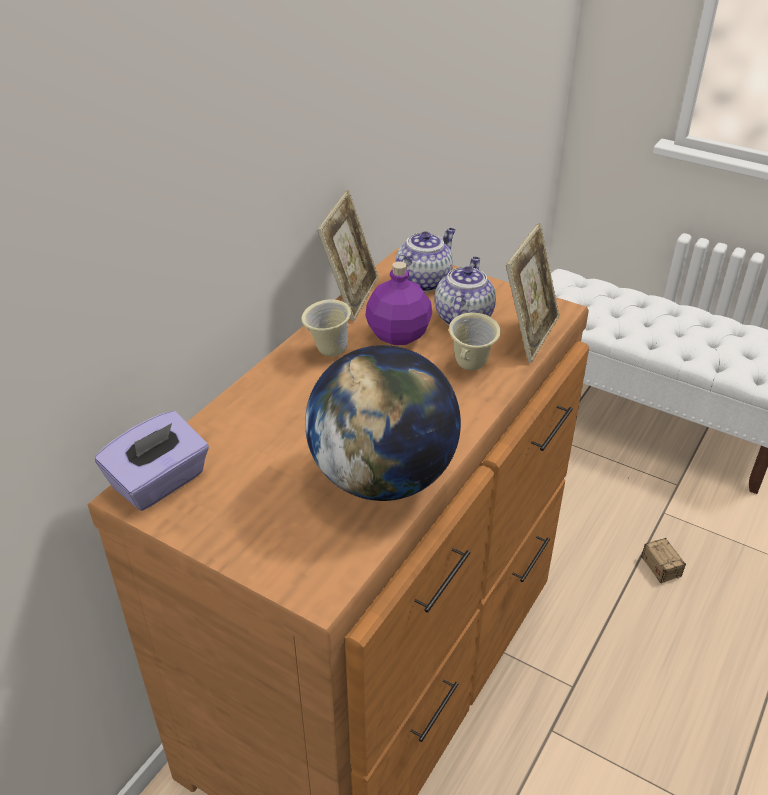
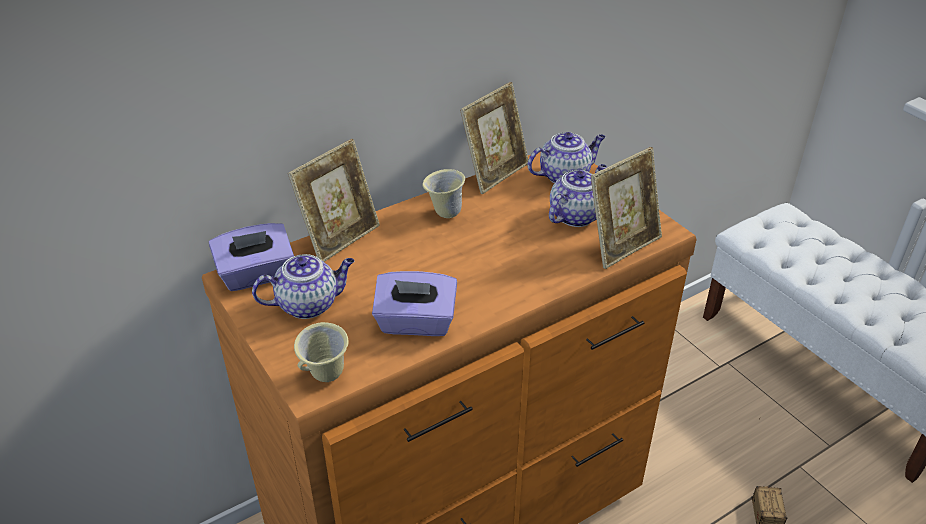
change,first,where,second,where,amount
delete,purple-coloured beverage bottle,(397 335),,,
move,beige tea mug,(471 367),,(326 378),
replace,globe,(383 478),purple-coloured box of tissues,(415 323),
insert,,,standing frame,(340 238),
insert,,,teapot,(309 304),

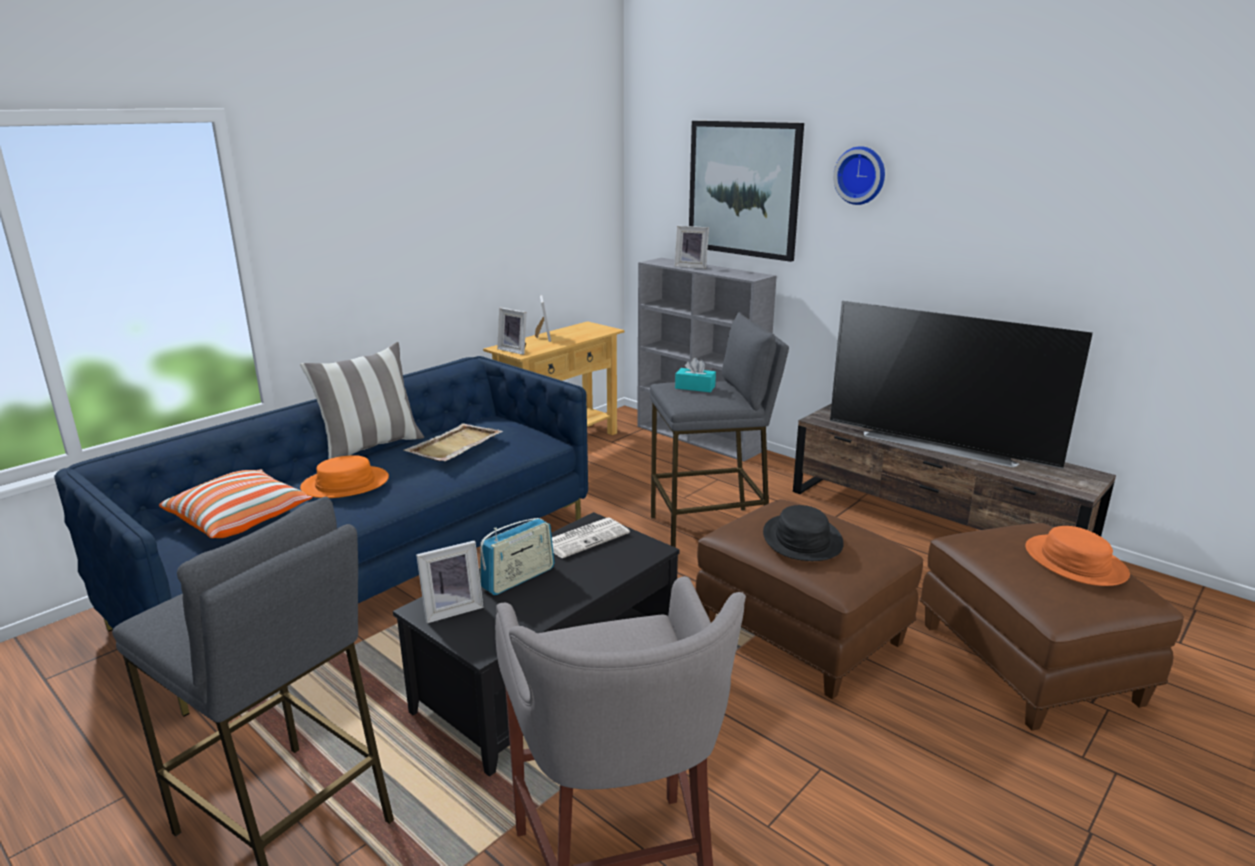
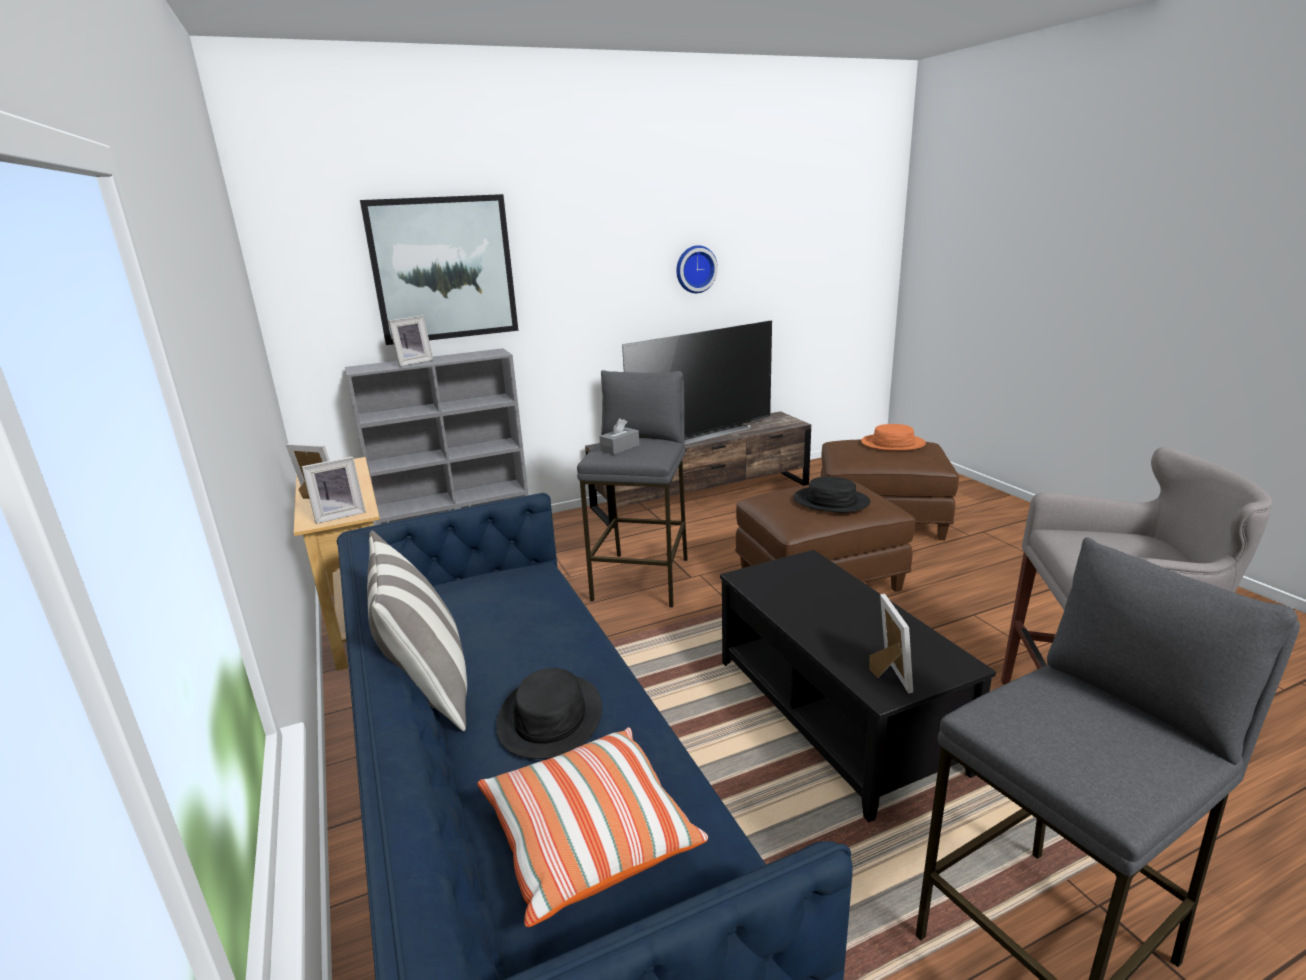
change,first,where,second,where,amount
move,hanging clock,(861 175),,(695 269),
recolor,blue-green box of tissues,(695 387),grey box of tissues,(620 448),
delete,beige serving tray,(454 445),,,
recolor,orangey hat,(345 484),black hat,(550 717),
delete,radio set,(518 578),,,
delete,printed paper,(585 538),,,

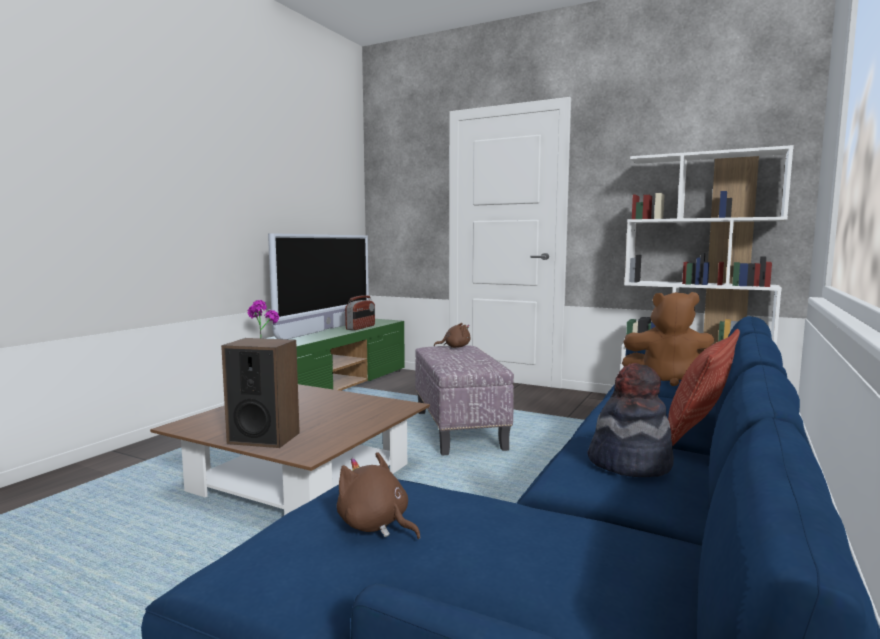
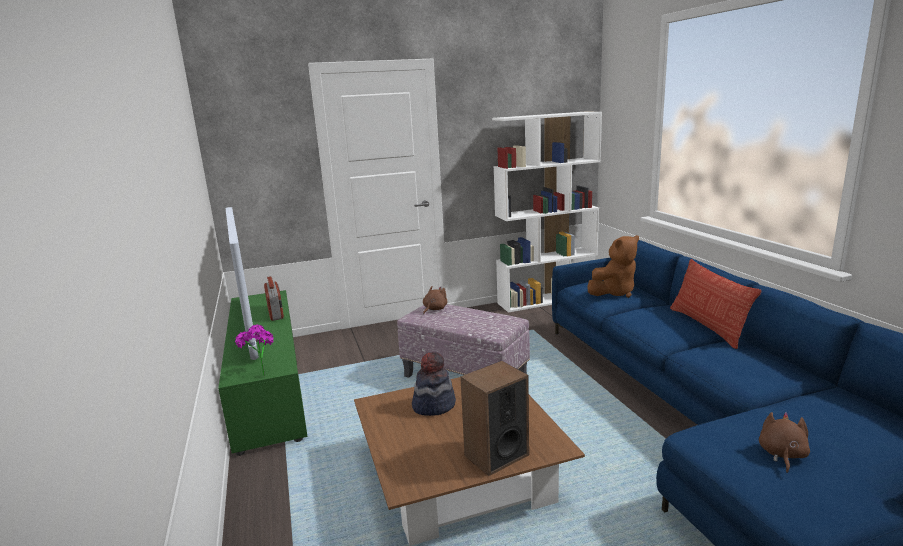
change,first,where,second,where,amount
move,hat,(630 463),,(433 405),
rotate,brown soft toy,(376 525),,(782 454),120 degrees clockwise

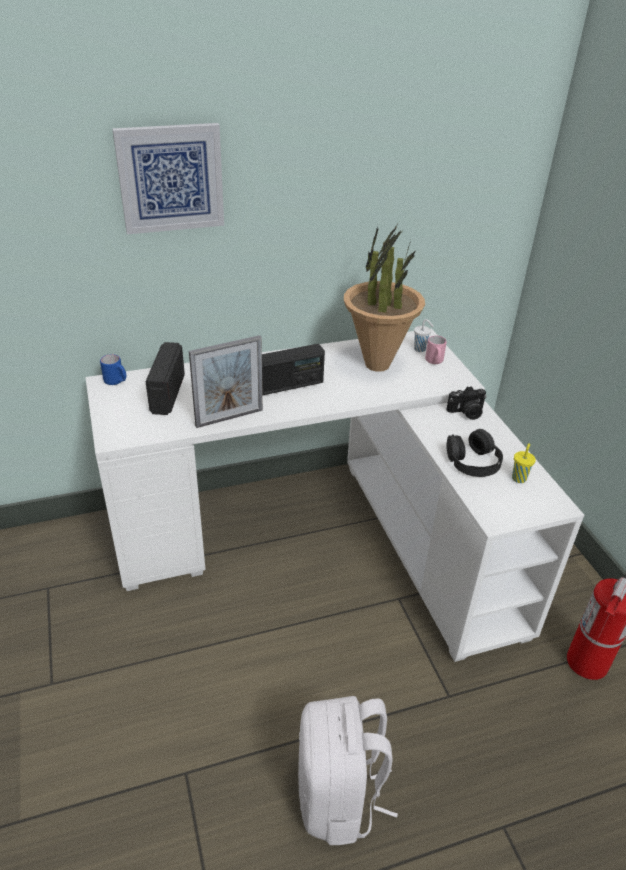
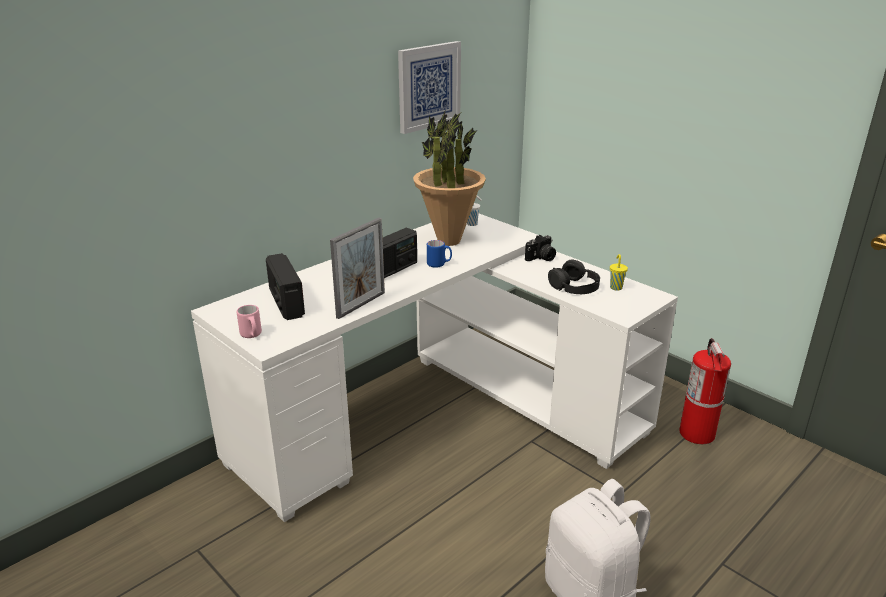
change,first,where,second,where,amount
move,wall art,(170 178),,(428 86),
move,pink tea mug,(434 362),,(252 335),
move,blue tea mug,(116 382),,(439 264),

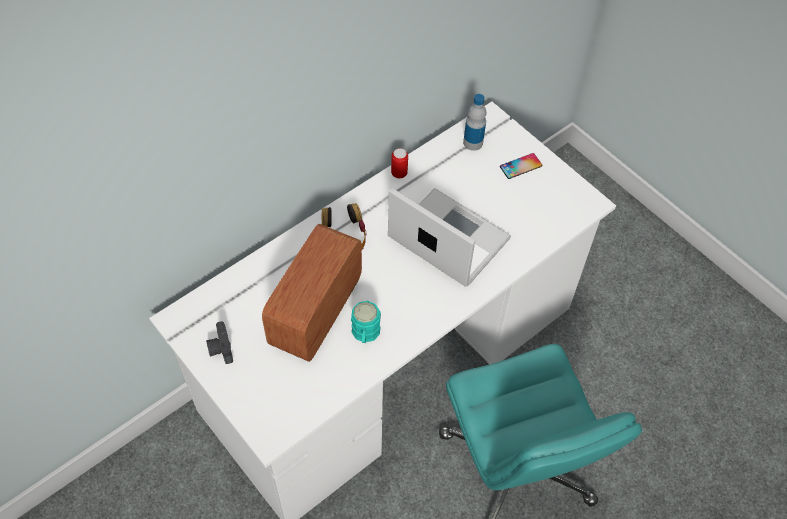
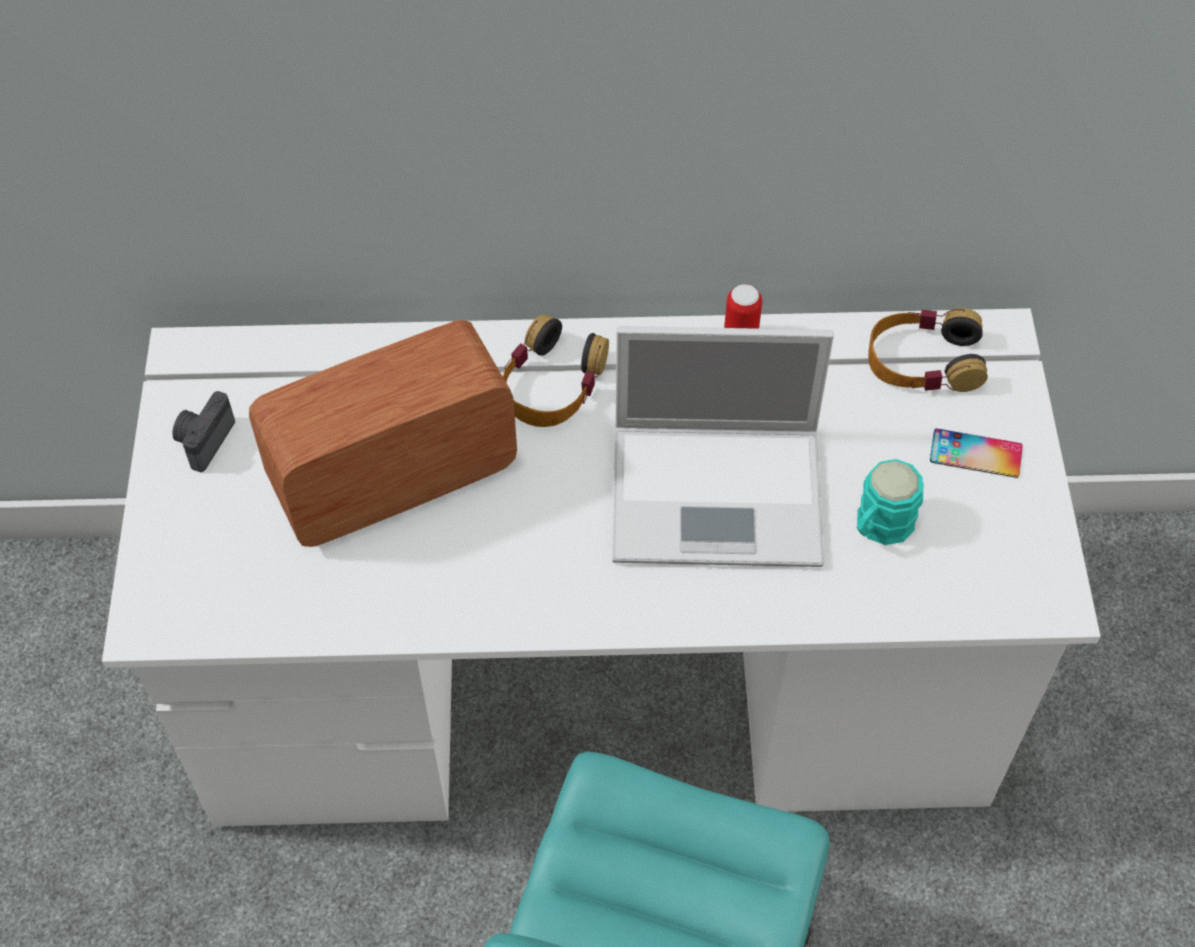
change,first,where,second,where,amount
replace,beverage bottle,(473 143),pair of headphones,(923 361),
rotate,notebook computer,(446 237),,(721 494),105 degrees clockwise
move,blue-green tea mug,(365 334),,(878 527),

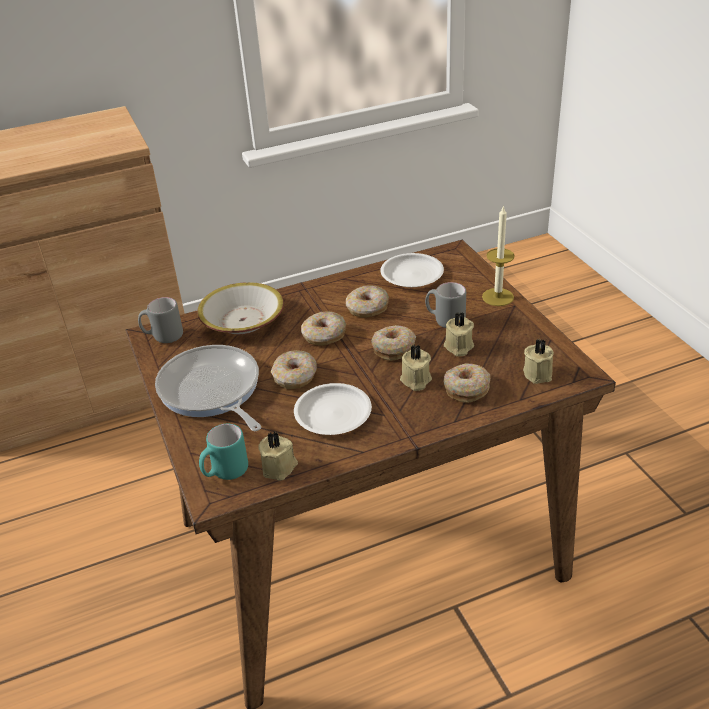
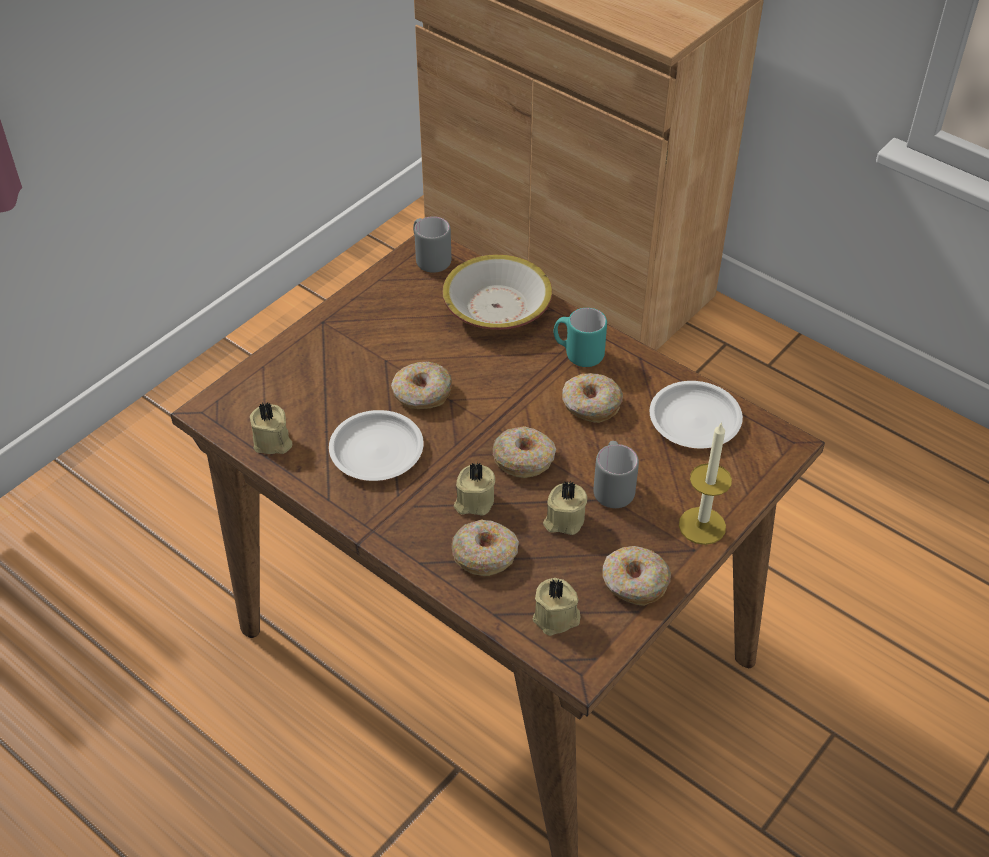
change,first,where,second,where,amount
move,doughnut,(324 335),,(634 582),
delete,frying pan,(211 391),,,
move,blue-green tea mug,(225 472),,(578 354),

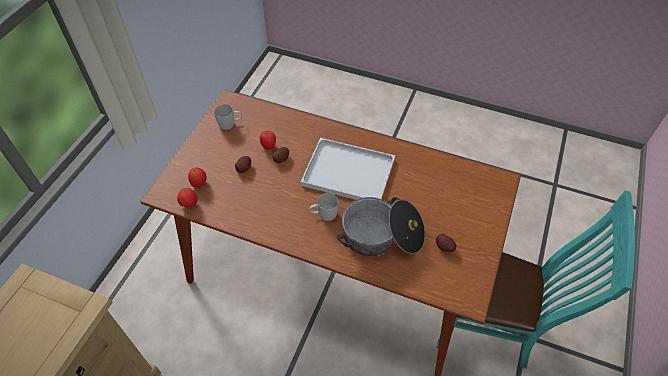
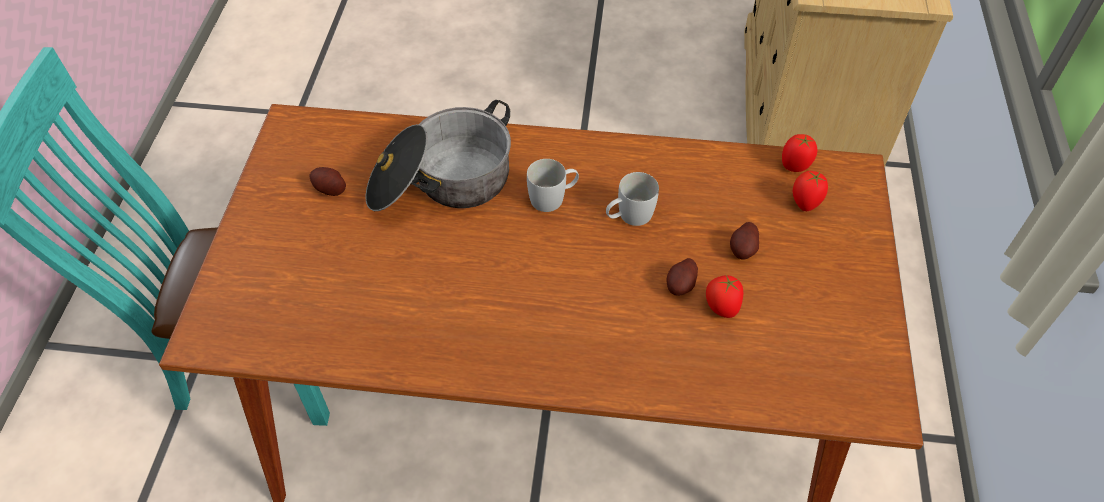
change,first,where,second,where,amount
move,whitish tea mug,(230 124),,(629 216),
delete,whitish serving tray,(346 172),,,

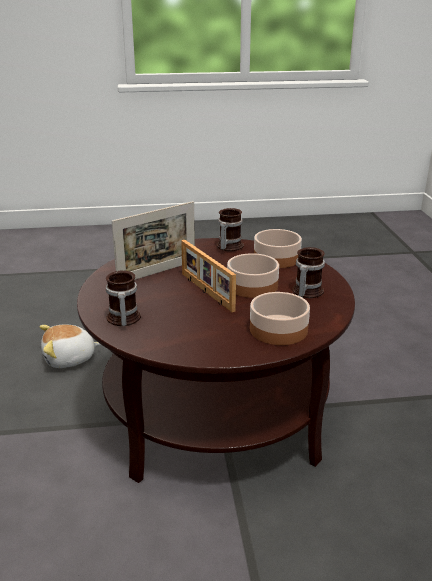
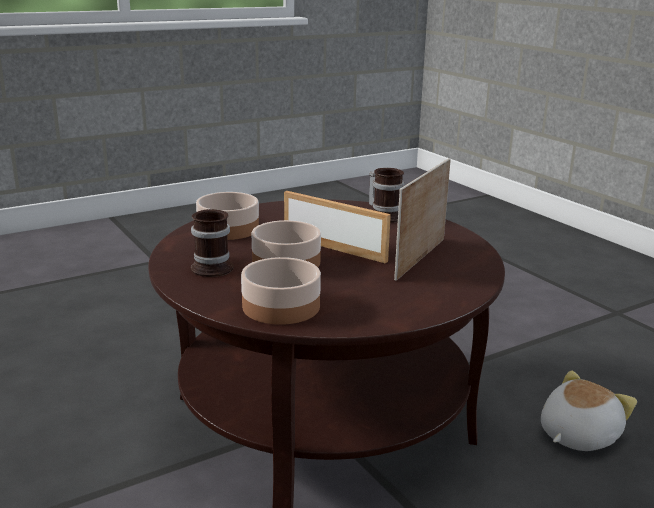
change,first,where,second,where,amount
delete,tea mug,(227 246),,,

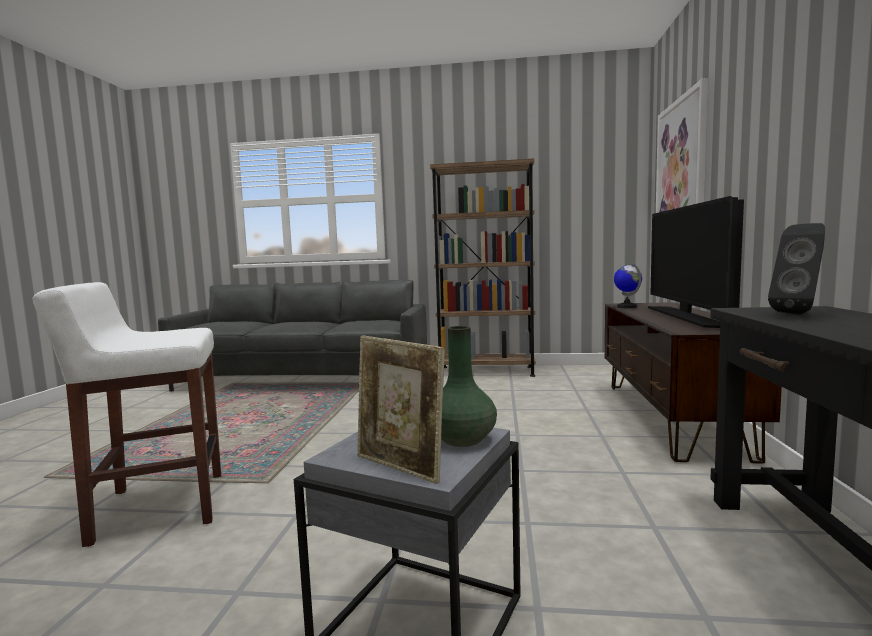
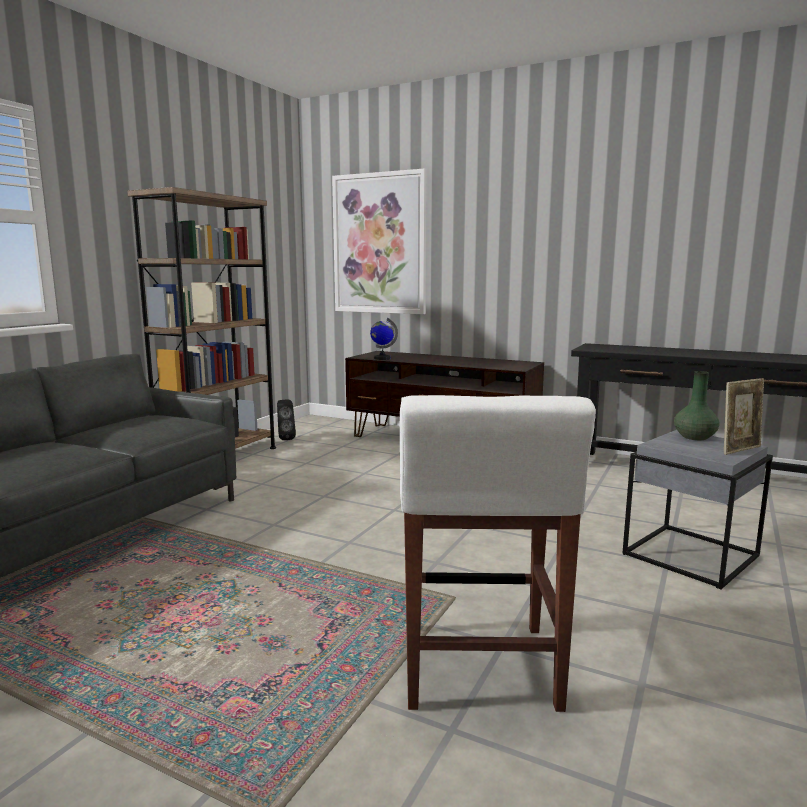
change,first,where,second,where,amount
delete,TV,(686 317),,,
move,black loudspeaker,(799 314),,(286 438),

